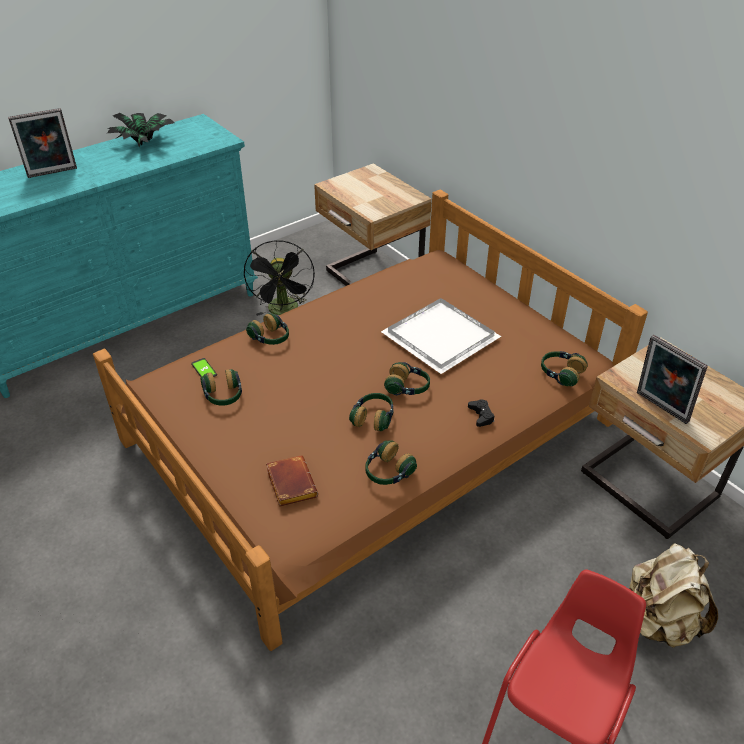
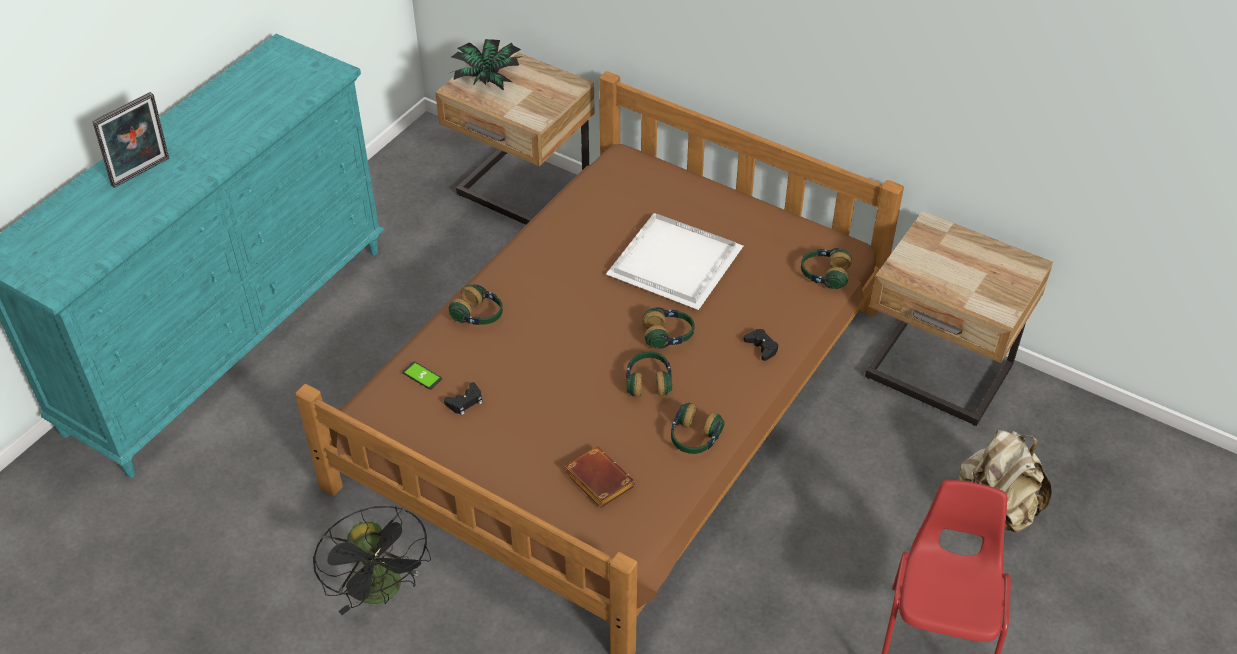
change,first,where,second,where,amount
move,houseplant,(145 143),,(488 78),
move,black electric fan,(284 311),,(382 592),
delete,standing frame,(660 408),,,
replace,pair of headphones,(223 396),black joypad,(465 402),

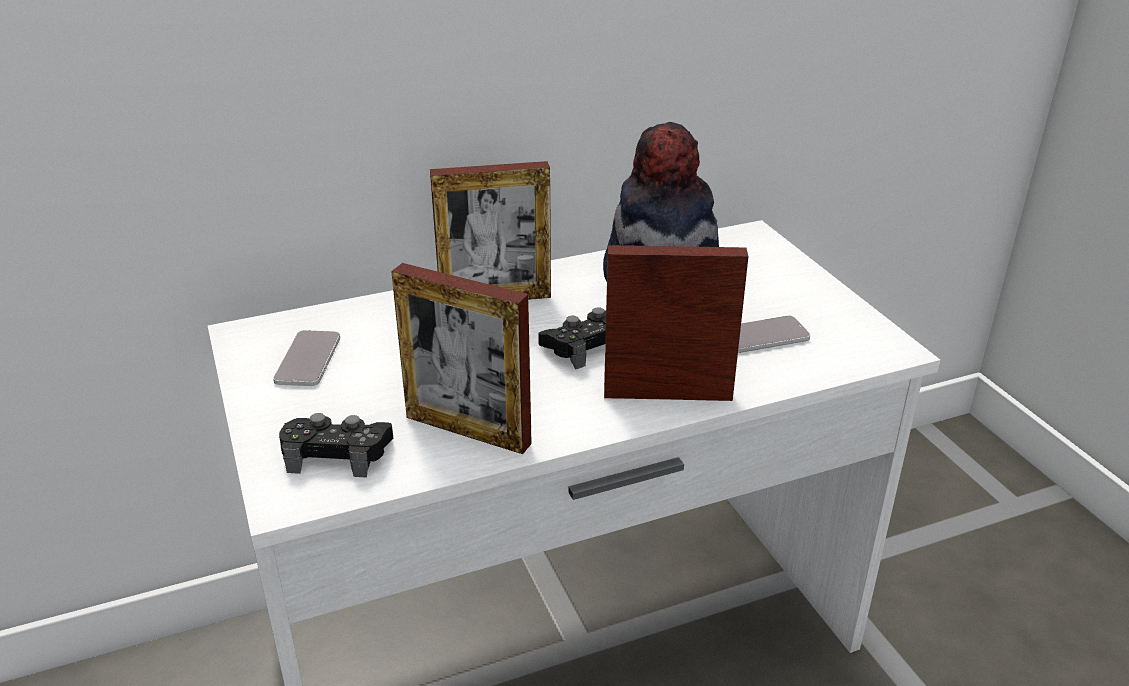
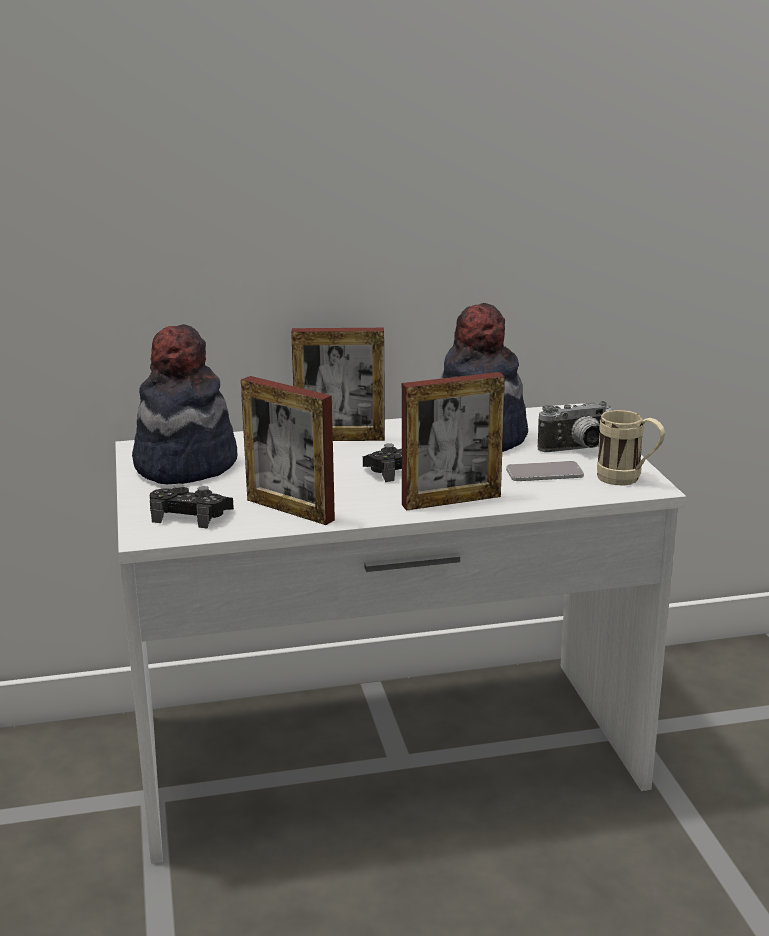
change,first,where,second,where,amount
rotate,standing frame,(667 394),,(451 500),150 degrees clockwise
replace,handset,(308 359),hat,(184 464),
insert,,,photo camera,(578 450),
insert,,,beige tea mug,(627 480),

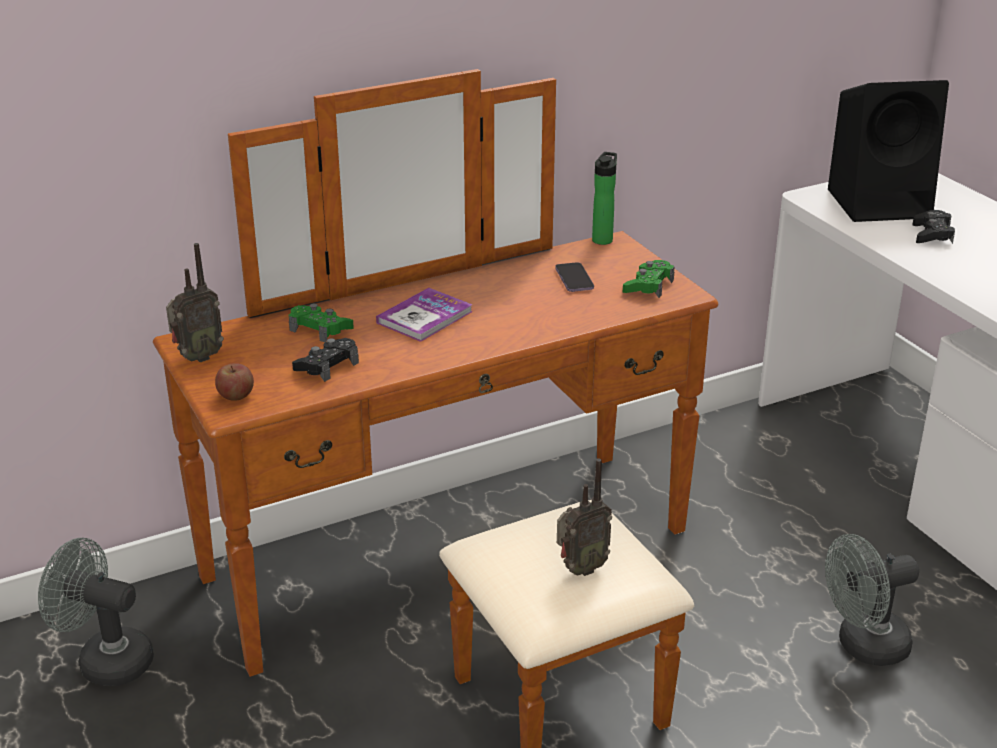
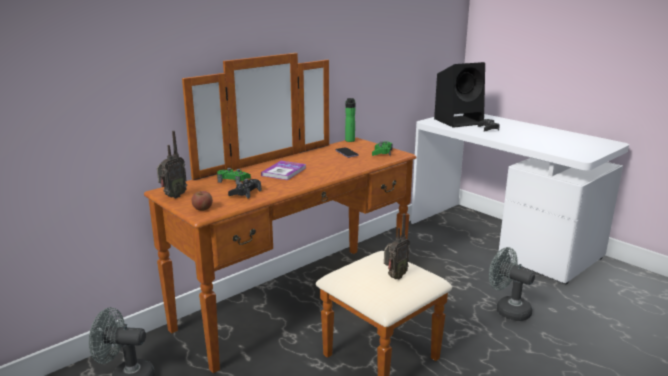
change,first,where,second,where,amount
rotate,grey electric fan,(863 646),,(507 309),75 degrees clockwise

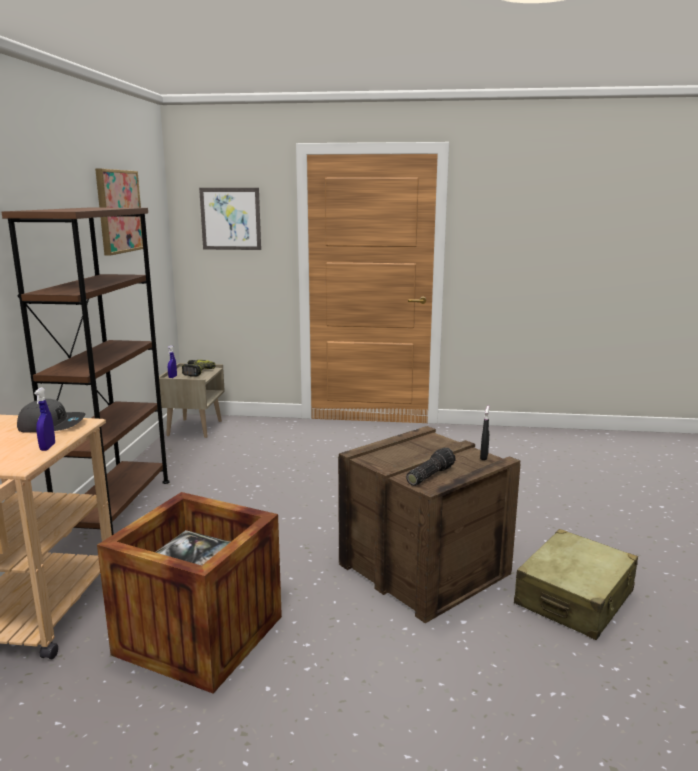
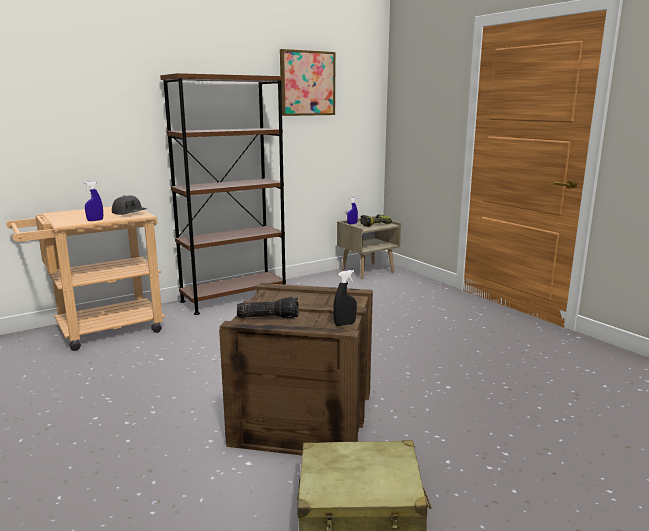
change,first,where,second,where,amount
delete,wall art,(230 219),,,
delete,crate,(199 635),,,

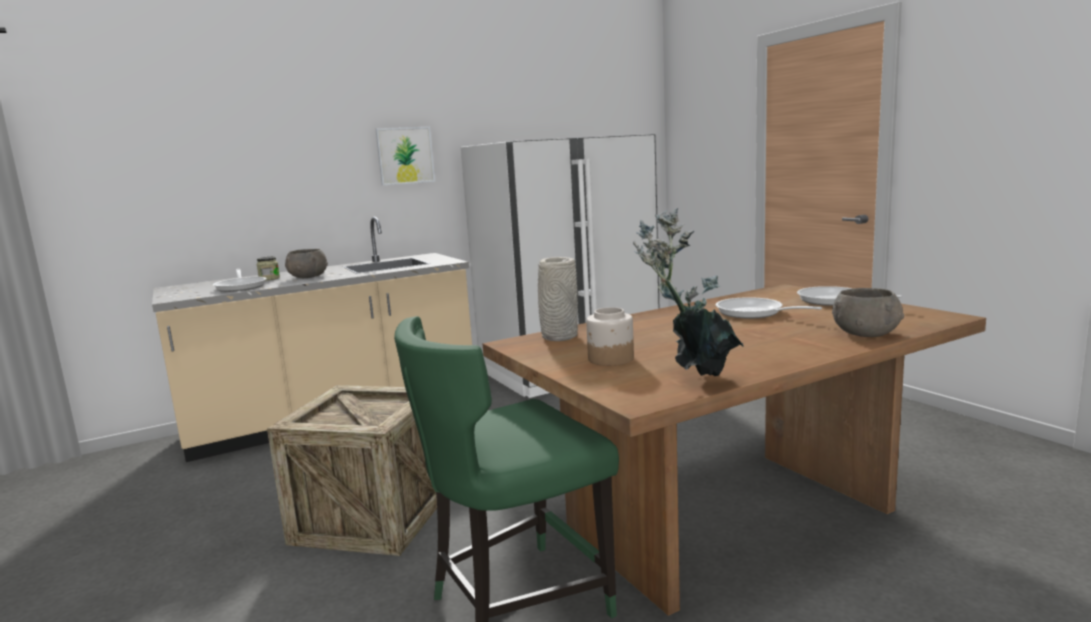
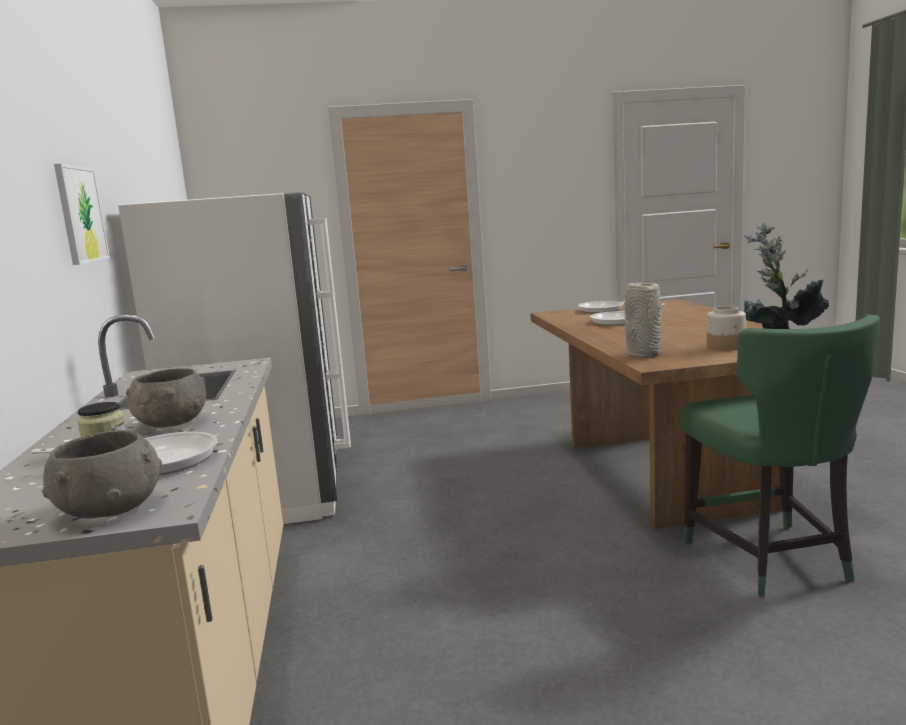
change,first,where,second,where,amount
move,grey serving bowl,(865 333),,(110 508),
delete,crate,(372 517),,,

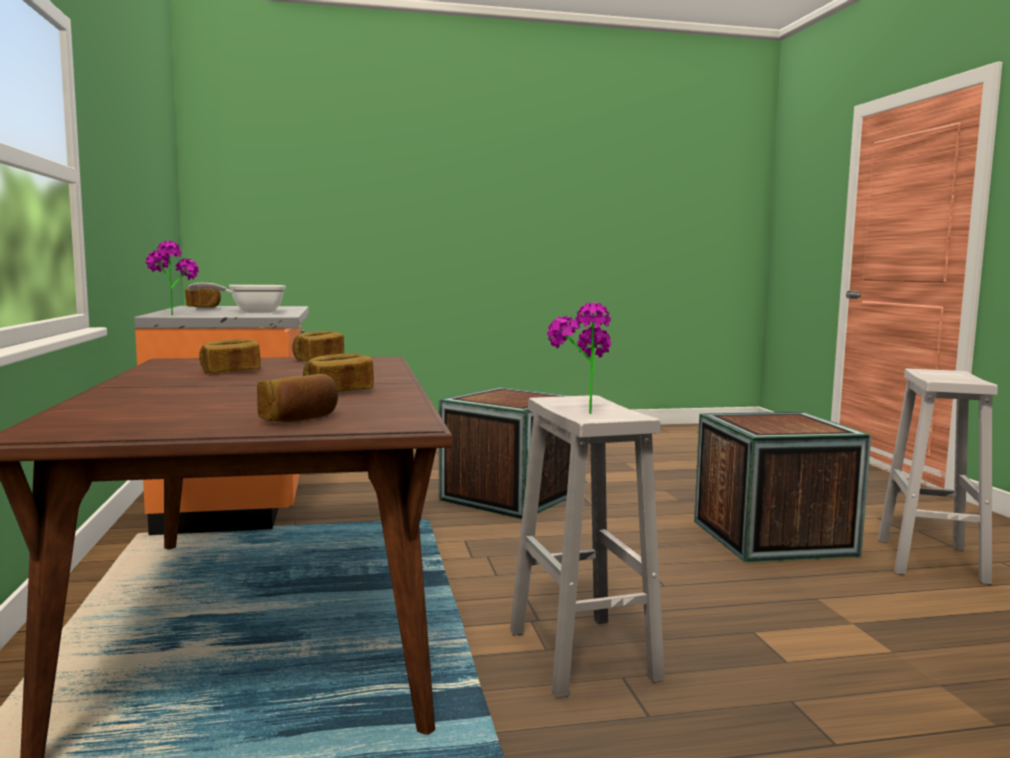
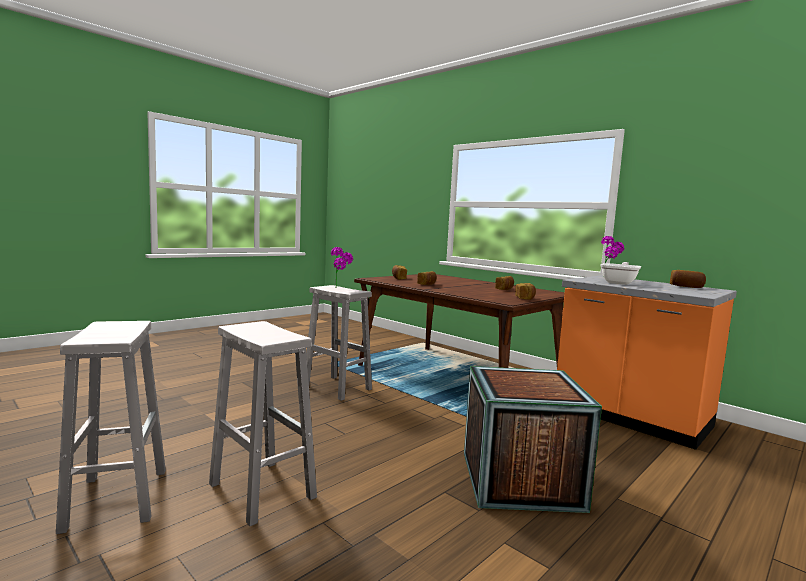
change,first,where,second,where,amount
replace,crate,(772 538),whitish stool seat,(261 490),

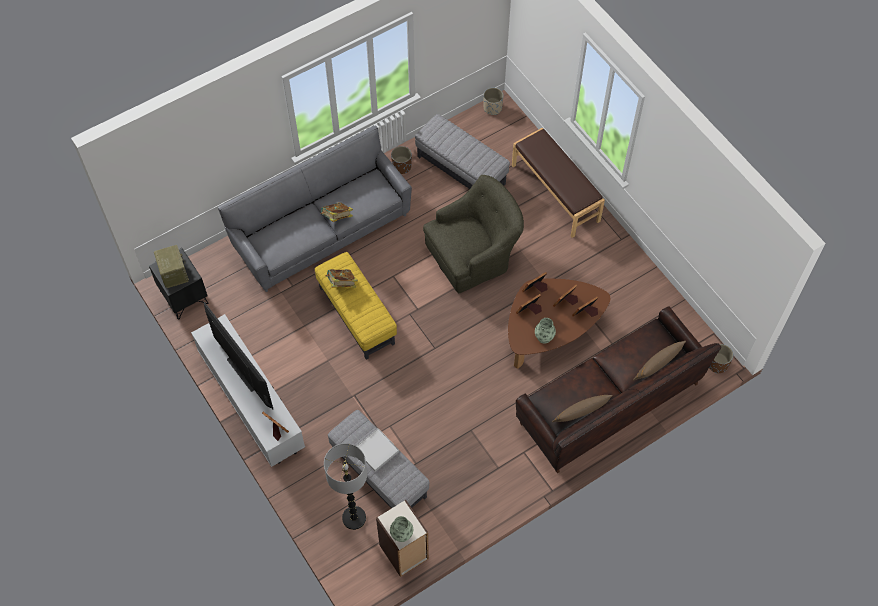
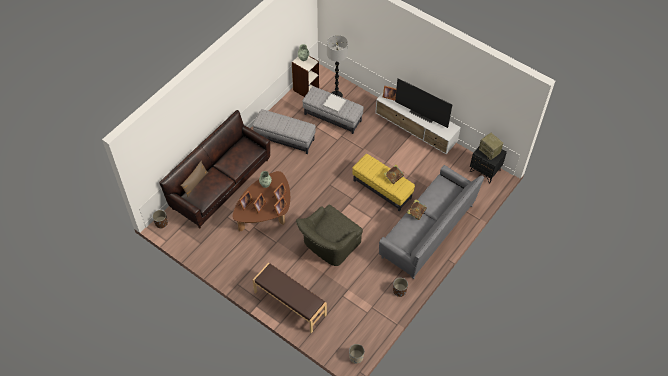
change,first,where,second,where,amount
move,grey pouffe,(461 170),,(285 139),
delete,brown cushion,(581 414),,,

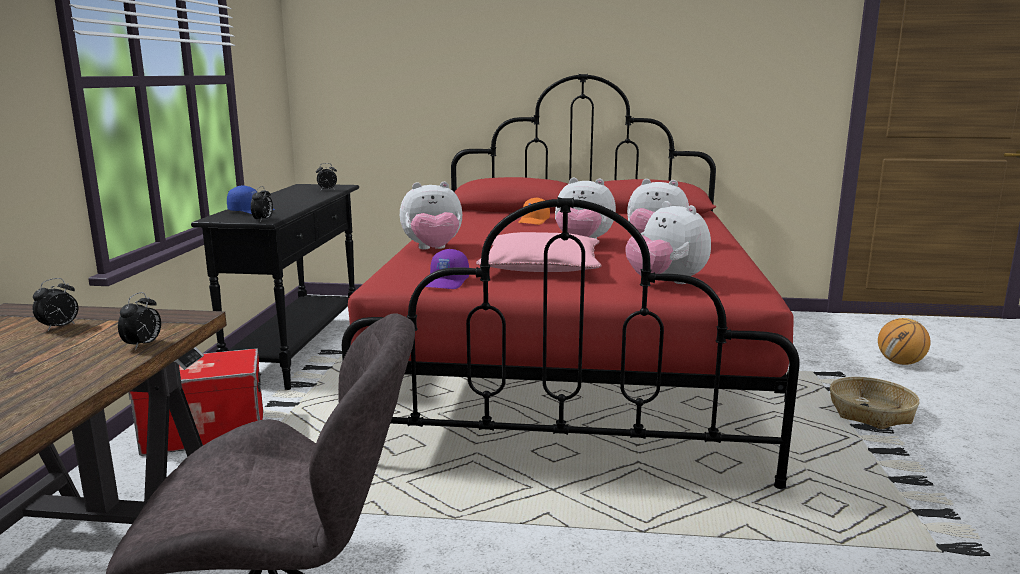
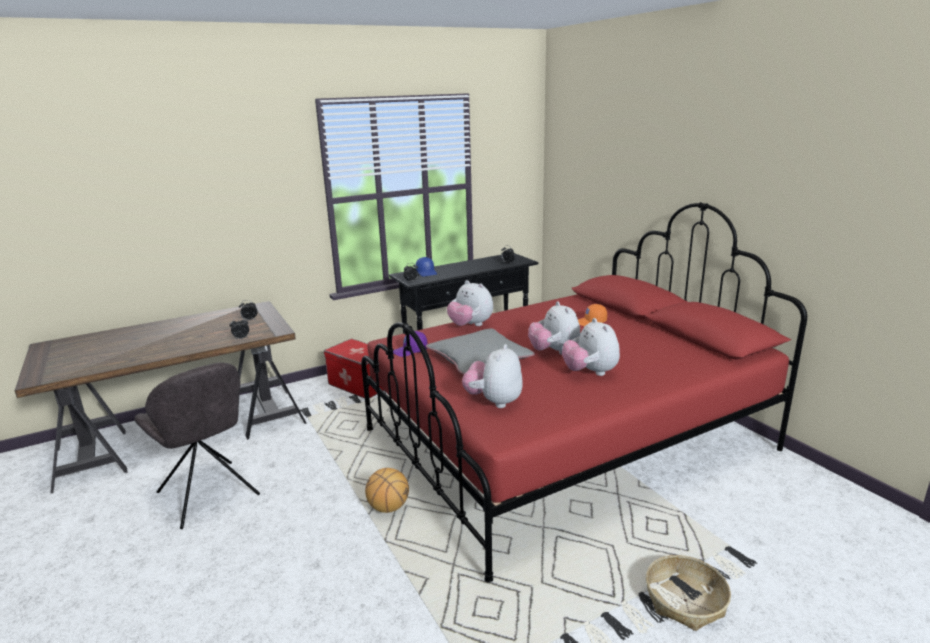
change,first,where,second,where,amount
recolor,pink cushion,(541 265),grey cushion,(479 359),
move,ball for basketball,(900 363),,(388 508),

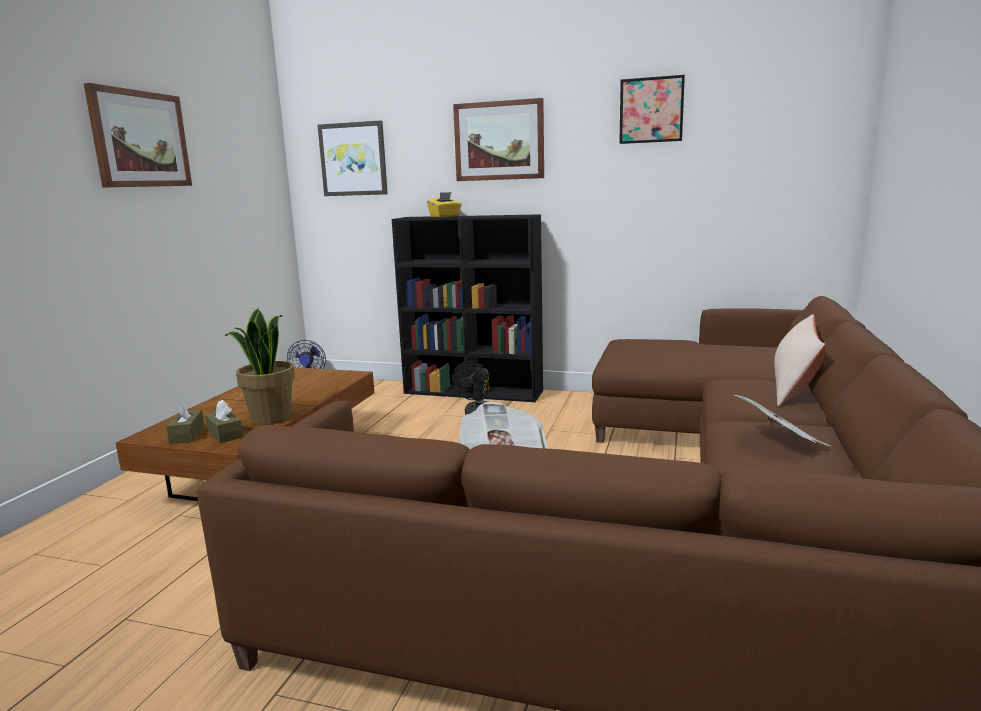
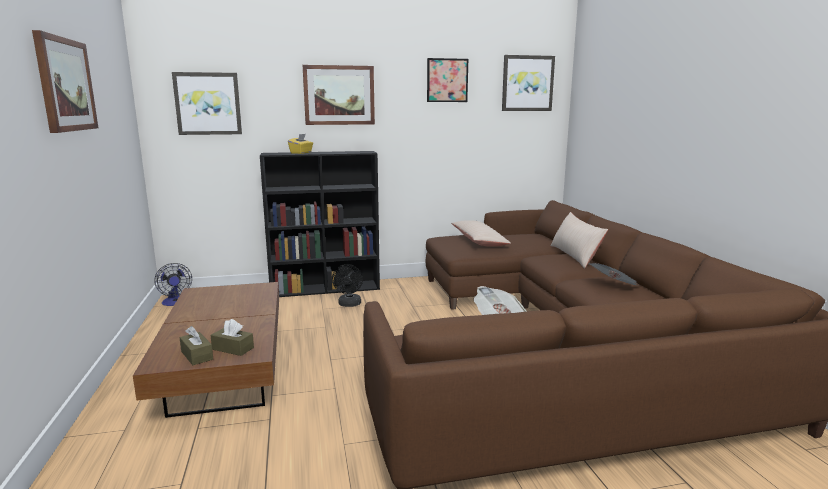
change,first,where,second,where,amount
delete,houseplant,(270 418),,,
insert,,,wall art,(527 83),
insert,,,beige cushion,(479 241),

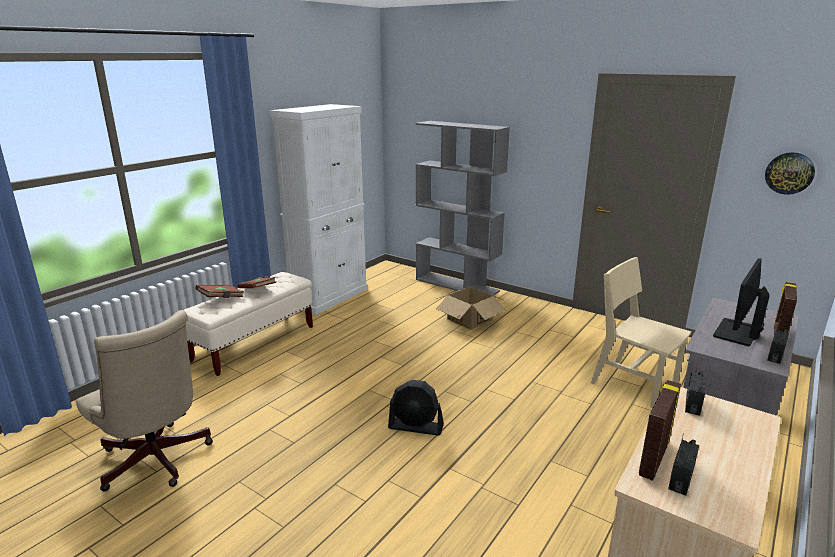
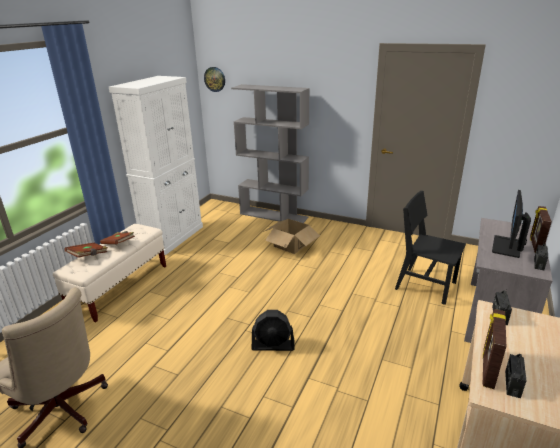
change,first,where,second,where,amount
move,hanging clock,(789 173),,(215 79),
recolor,beige chair,(633 384),black chair,(425 285),

